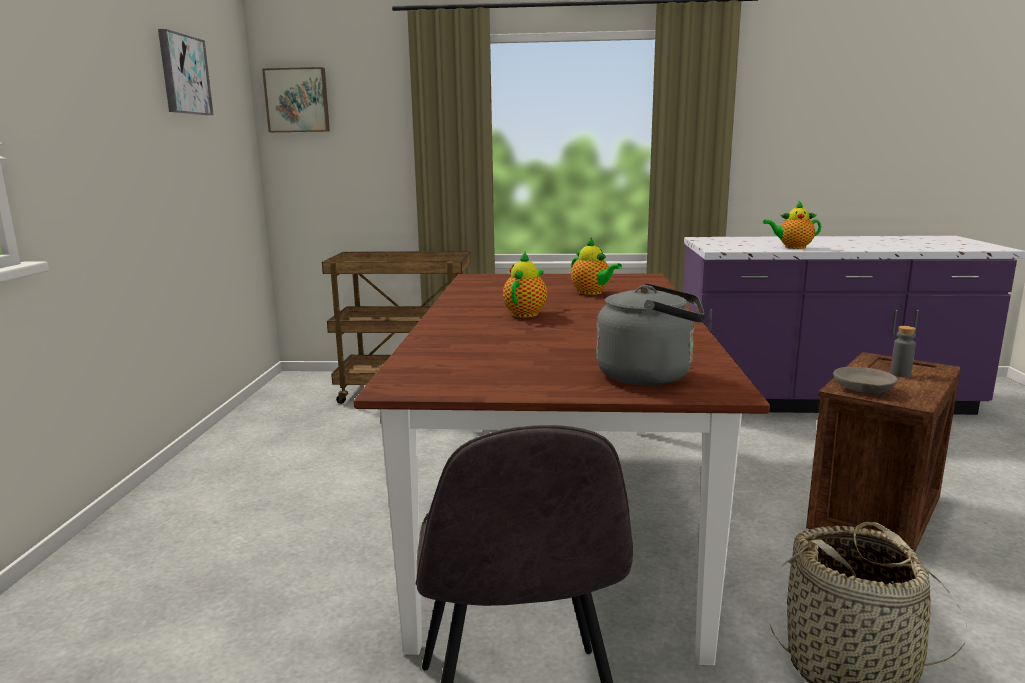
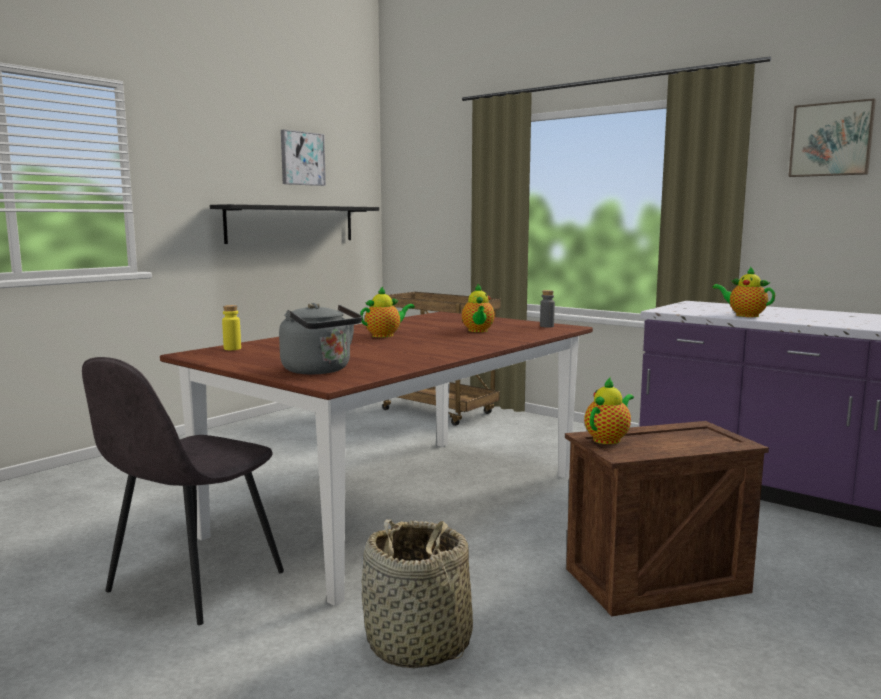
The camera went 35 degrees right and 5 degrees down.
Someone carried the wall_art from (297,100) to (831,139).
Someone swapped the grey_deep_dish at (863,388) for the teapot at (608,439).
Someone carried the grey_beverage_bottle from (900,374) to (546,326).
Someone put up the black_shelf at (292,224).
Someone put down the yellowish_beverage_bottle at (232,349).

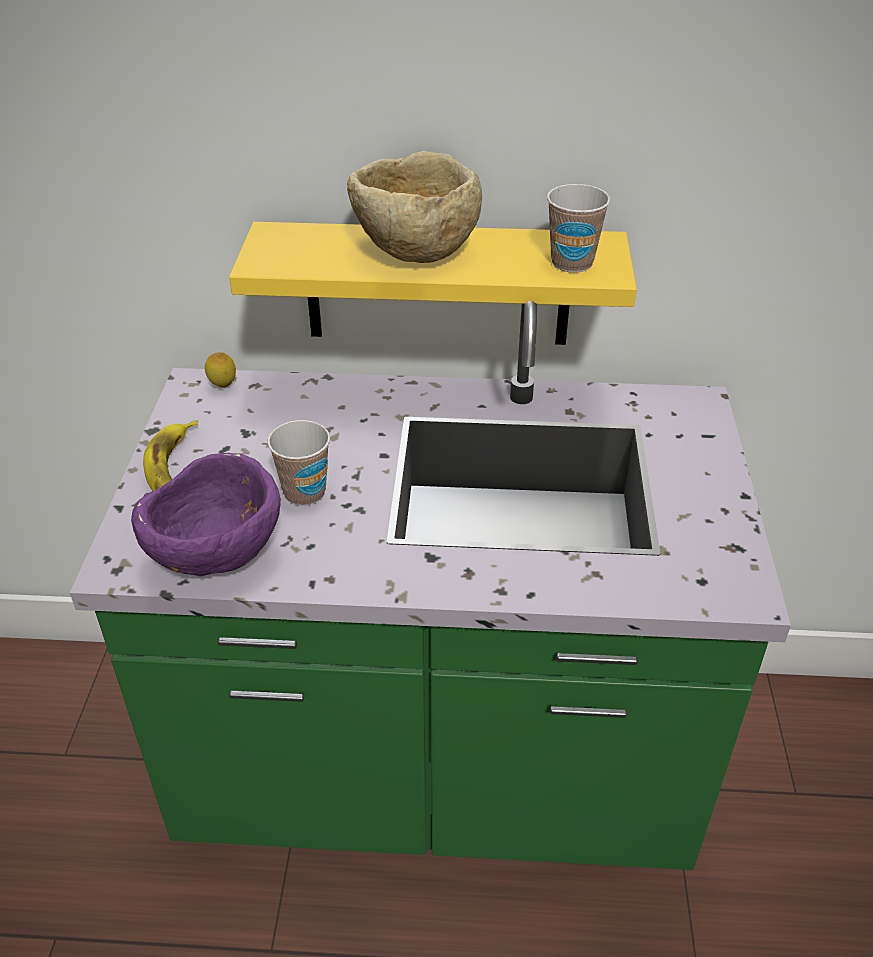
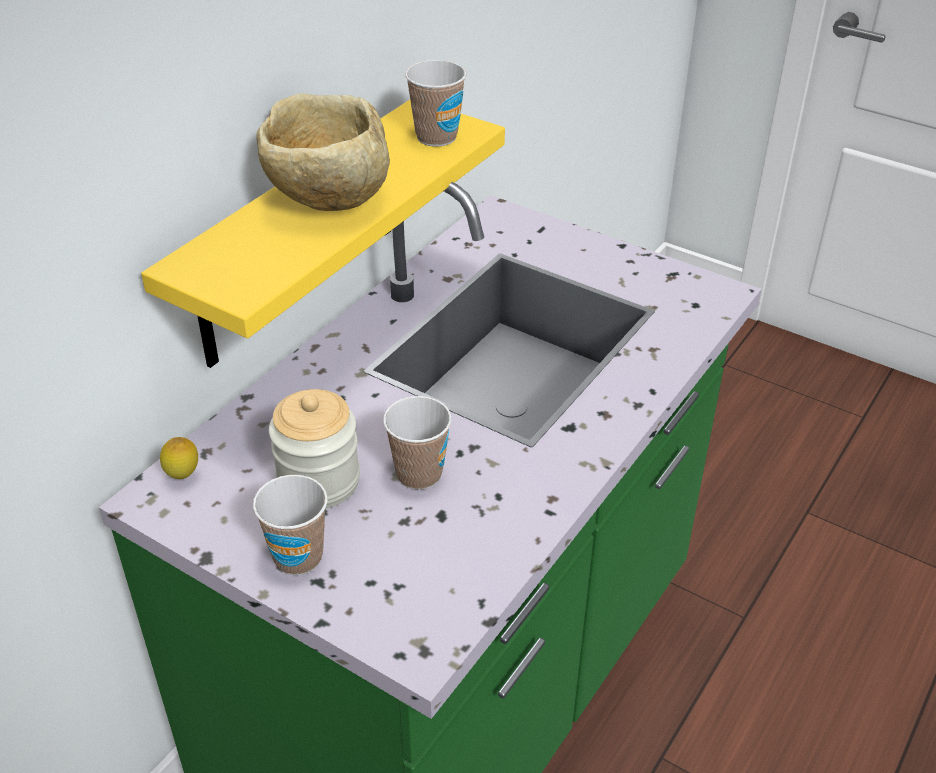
The camera went 60 degrees left and 0 degrees up.
Someone took away the purple-coloured_deep_dish at (217,560).
Someone swapped the whole_banana at (176,470) for the small_cup at (298,557).
Someone put down the jar at (319,481).

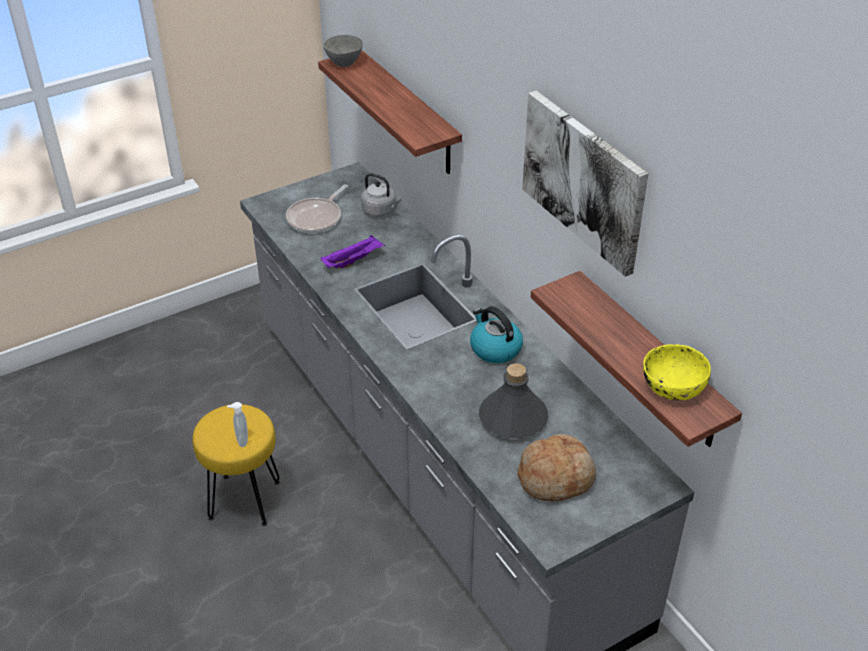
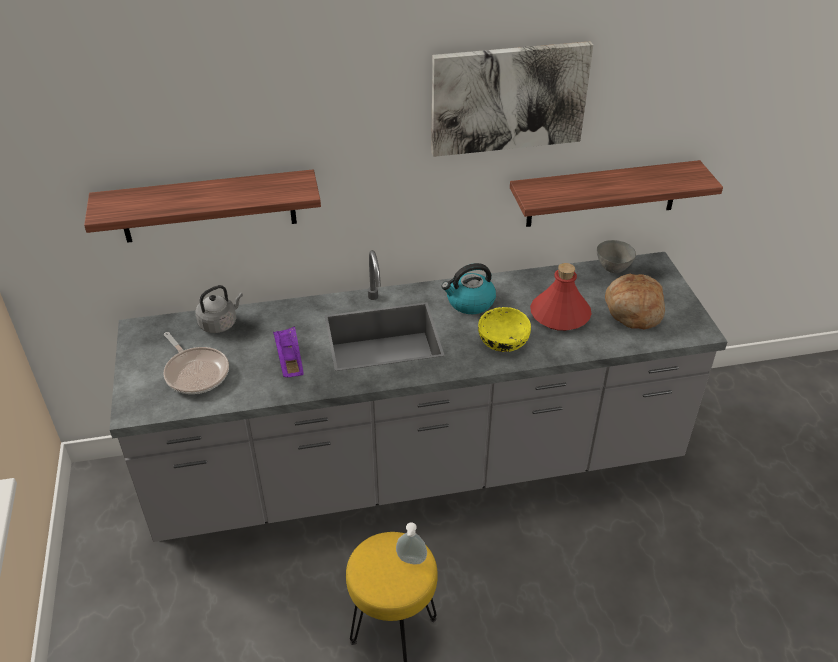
The camera went 70 degrees left and 0 degrees up.
Someone carried the grey_deep_dish from (344,64) to (613,269).
Someone repainted the grey_beverage_bottle at (512,418), which became the red_beverage_bottle at (560,315).
Someone carried the yellowish_deep_dish from (672,386) to (502,342).

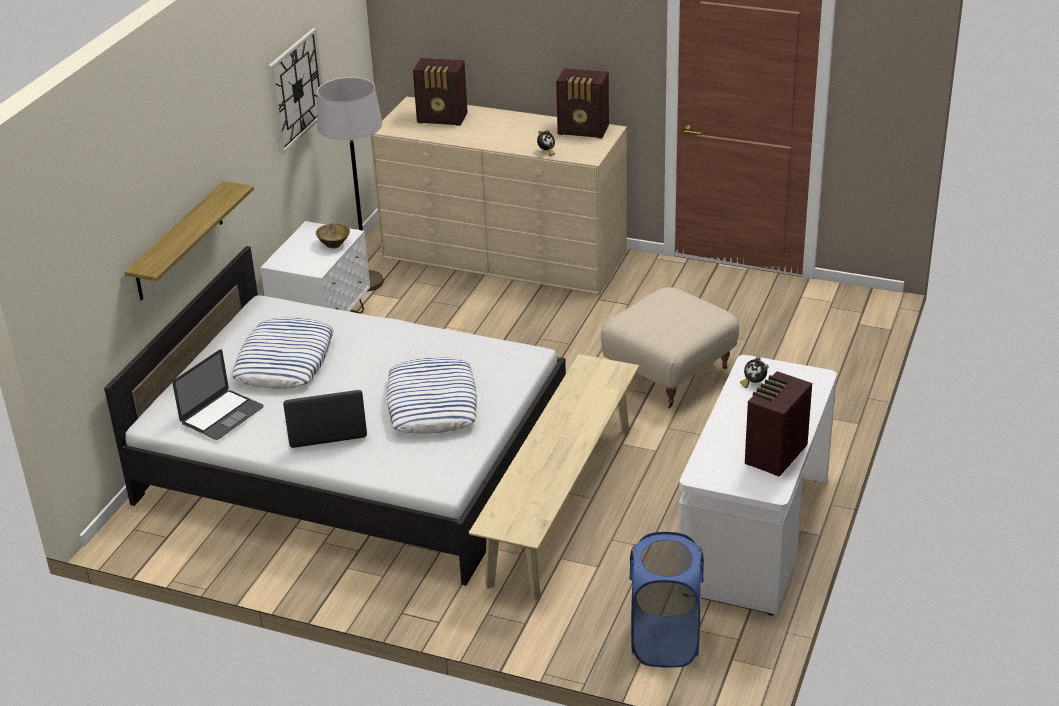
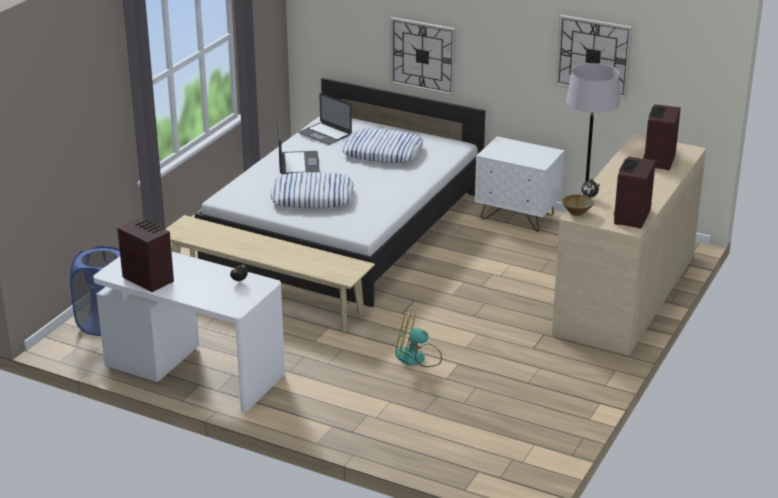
The camera went 95 degrees right and 5 degrees down.
Someone swapped the shelf at (179,242) for the wall_clock at (423,56).
Someone carried the brownish_deep_dish from (334,245) to (576,213).
Someone swapped the beige_ottoman at (670,374) for the fan at (417,358).

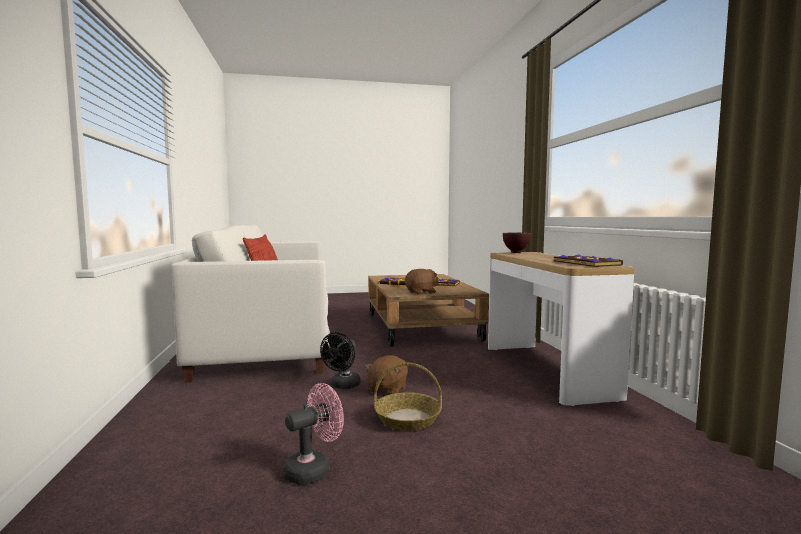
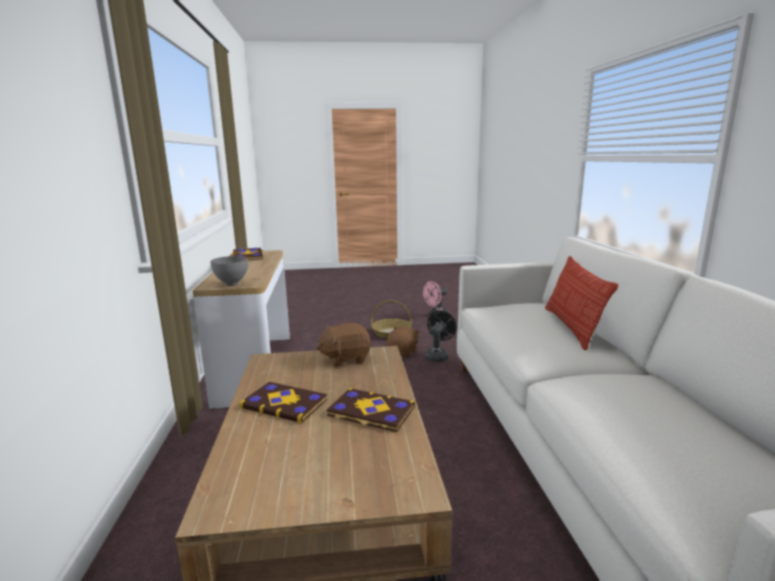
The camera went 175 degrees left and 10 degrees up.
Someone repainted the brownish_deep_dish at (516,252), which became the grey_deep_dish at (231,284).

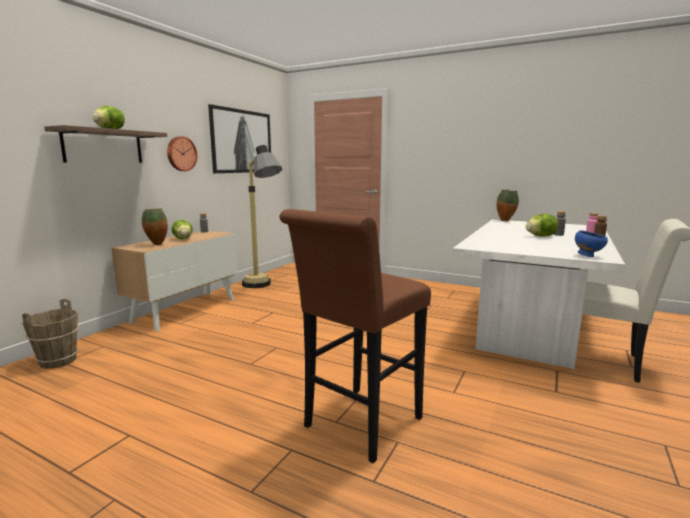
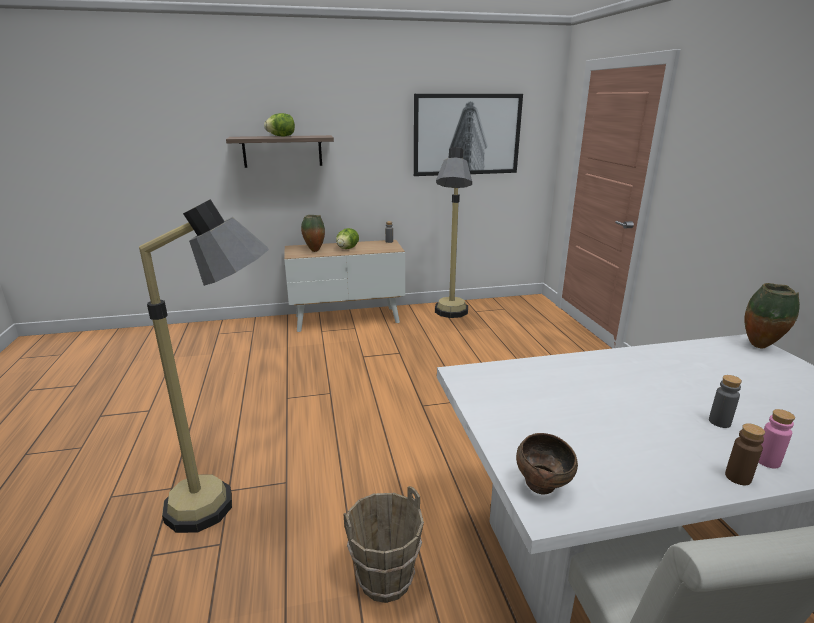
The camera went 50 degrees right and 10 degrees up.
Someone carried the brownish_bucket from (58,361) to (386,580).
Someone took away the wall_clock at (181,154).
Someone swapped the brownish_sitting_stool at (358,426) for the floor_lamp at (230,507).
Someone took away the lettuce_head at (540,236).
Someone repainted the blue-coloured_deep_dish at (588,256), which became the brownish_deep_dish at (543,487).

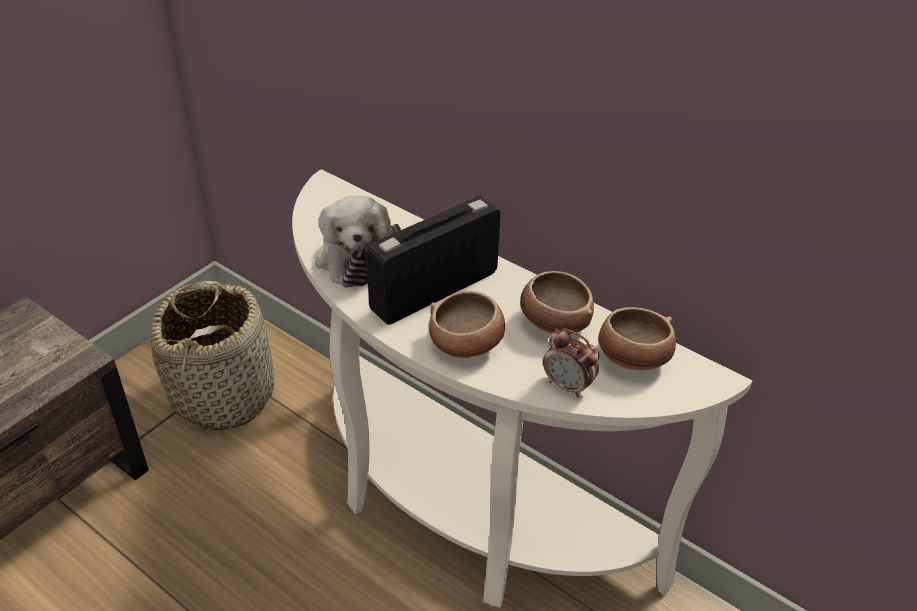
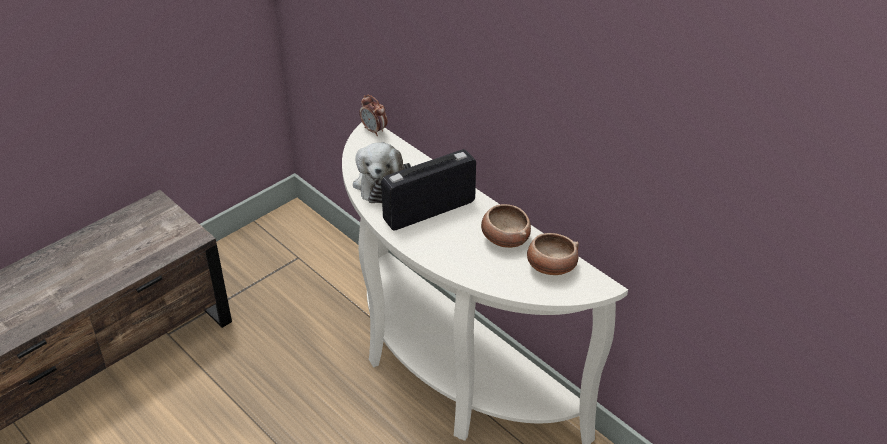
The camera went 10 degrees right and 0 degrees up.
Someone took away the household_basket at (223,393).
Someone took away the deep_dish at (467,344).
Someone carried the table_clock from (568,386) to (374,130).

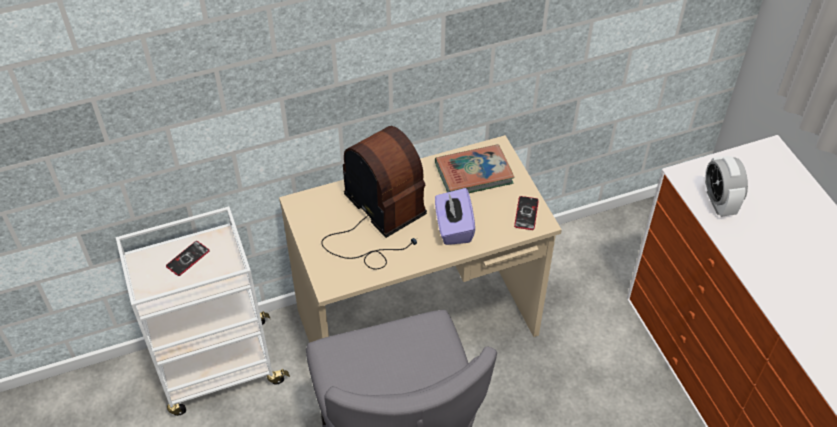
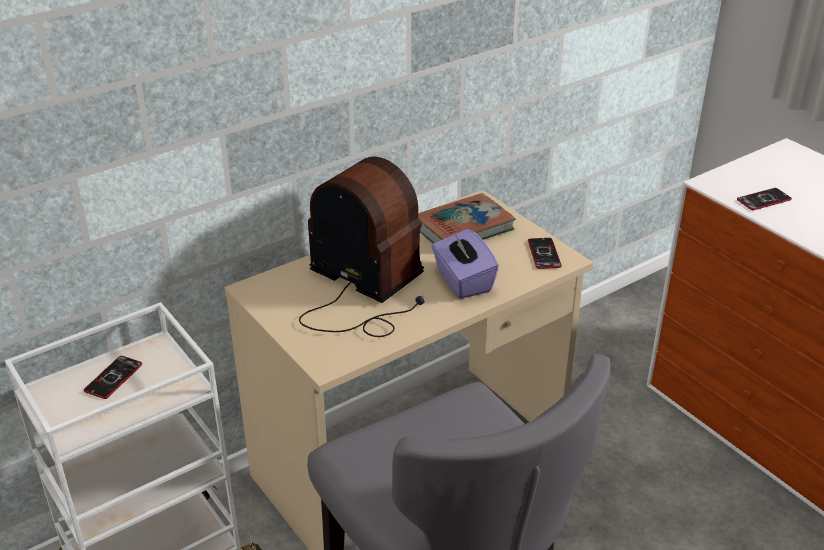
The camera went 15 degrees left and 15 degrees down.
Someone swapped the table_clock at (719,202) for the phone at (764,200).

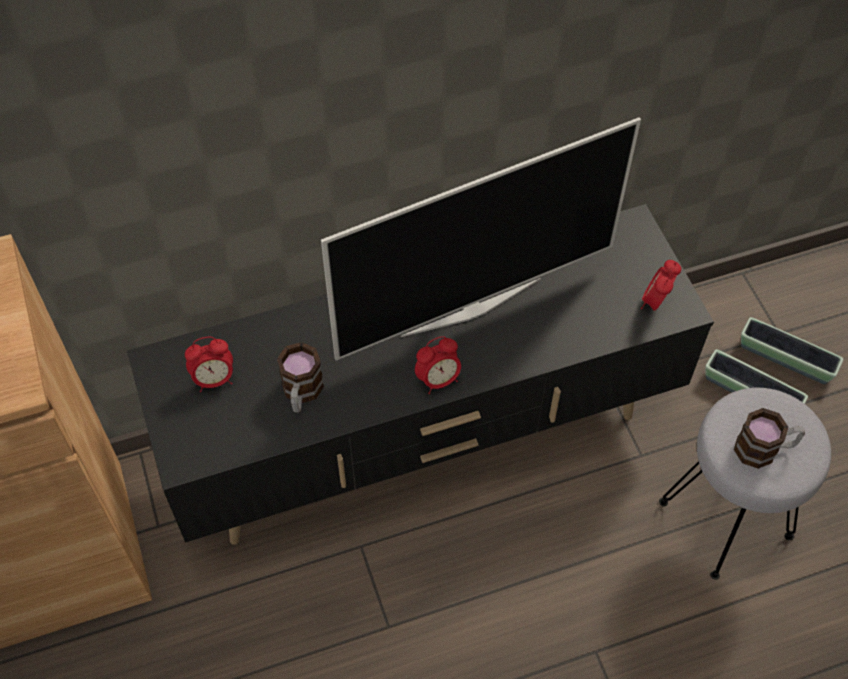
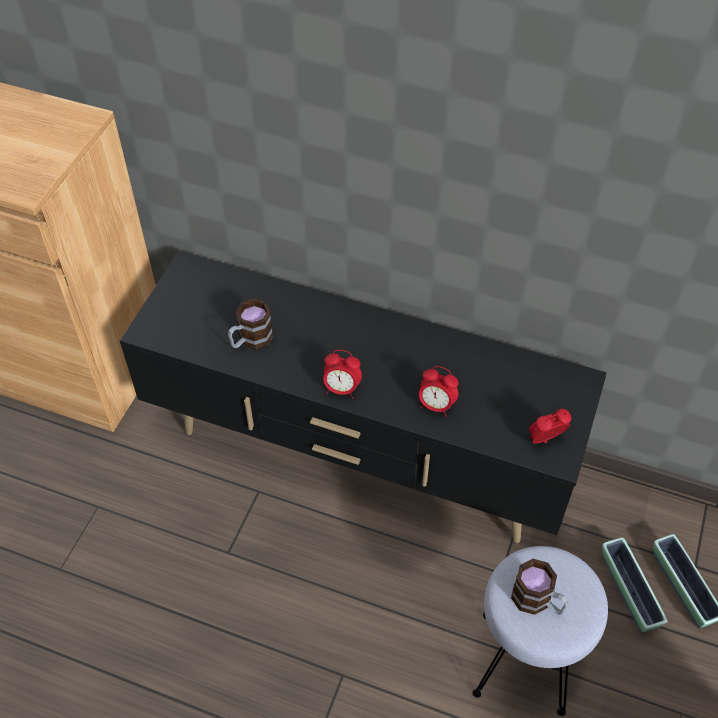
The camera went 40 degrees right and 5 degrees down.
Someone carried the table_clock from (214,379) to (436,406).
Someone took away the TV at (470,305).

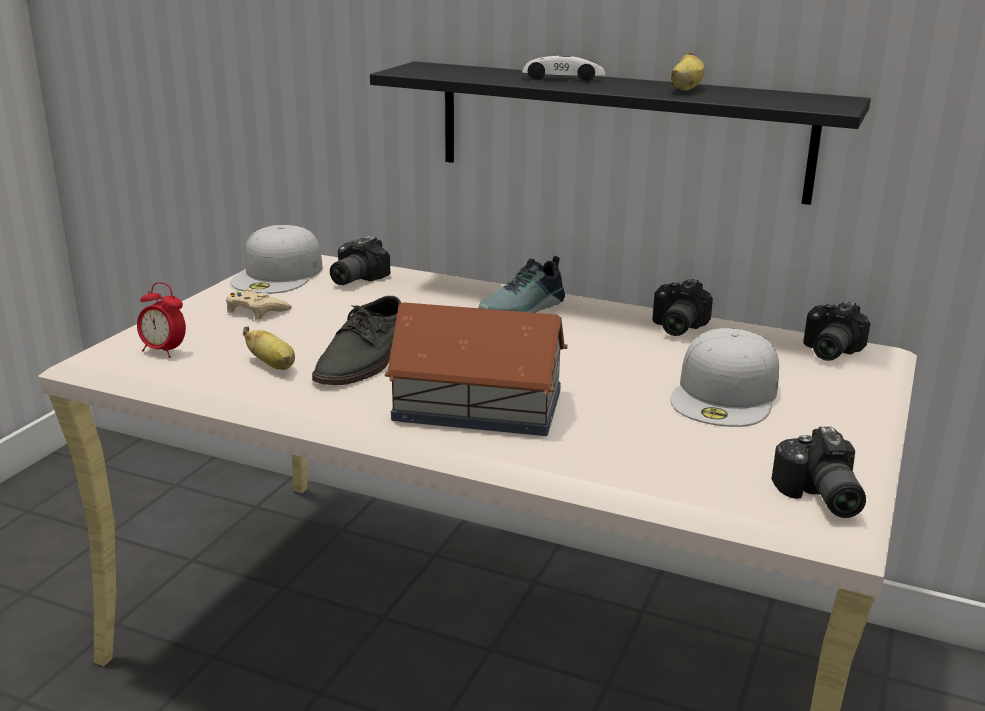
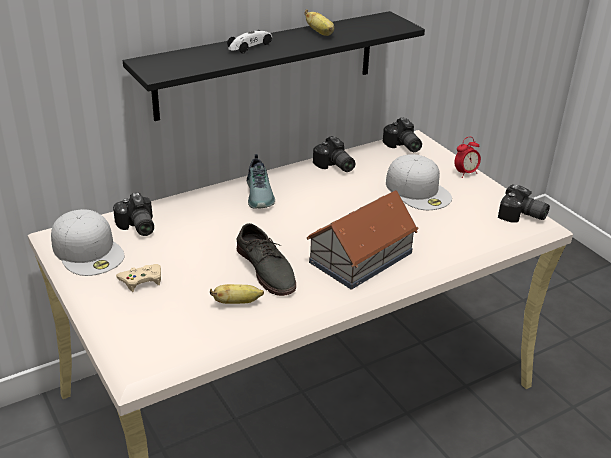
The camera went 55 degrees left and 10 degrees up.
Someone carried the table_clock from (164,351) to (465,173).

